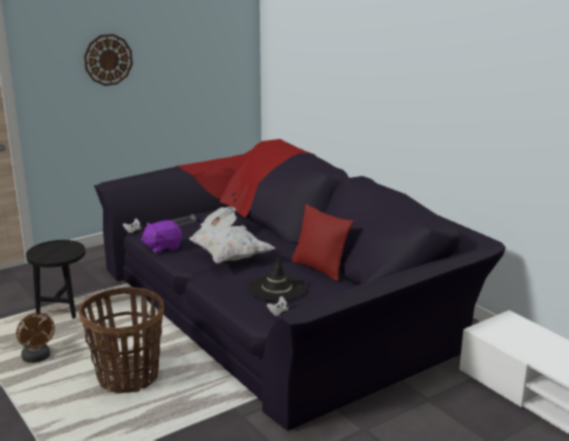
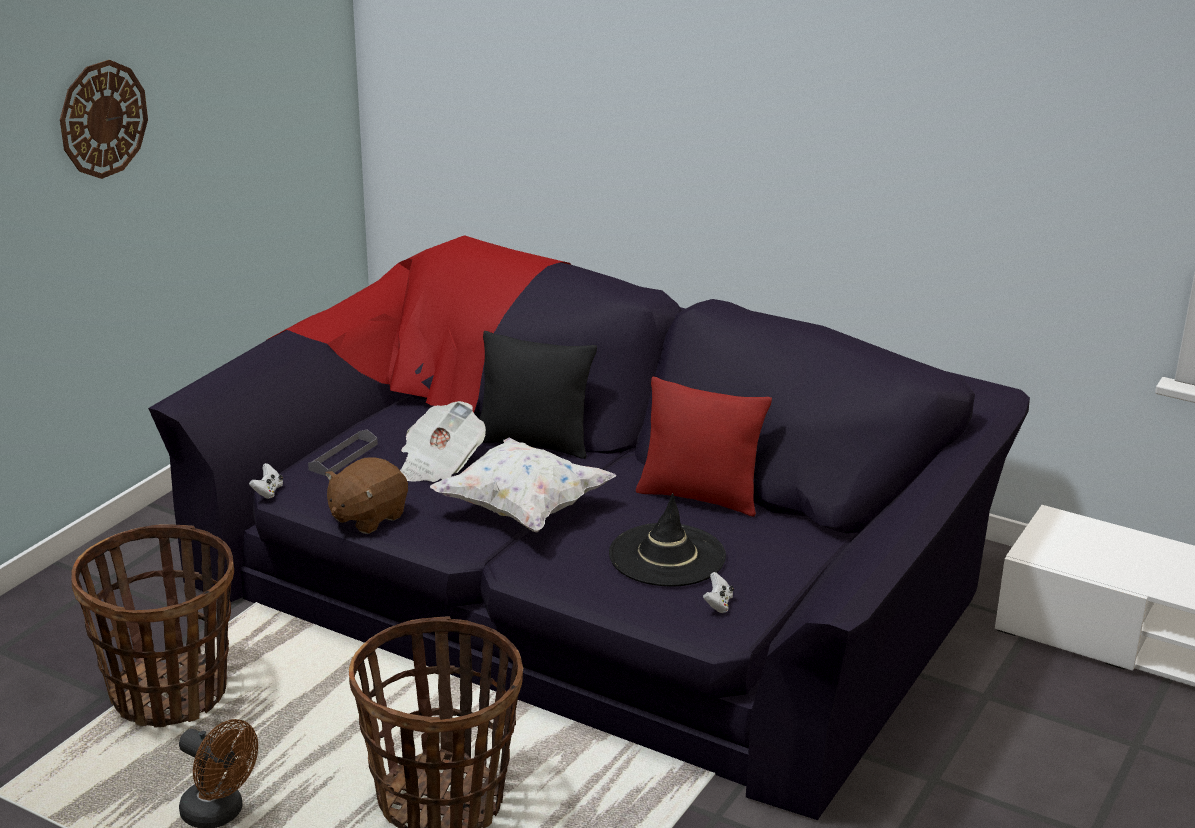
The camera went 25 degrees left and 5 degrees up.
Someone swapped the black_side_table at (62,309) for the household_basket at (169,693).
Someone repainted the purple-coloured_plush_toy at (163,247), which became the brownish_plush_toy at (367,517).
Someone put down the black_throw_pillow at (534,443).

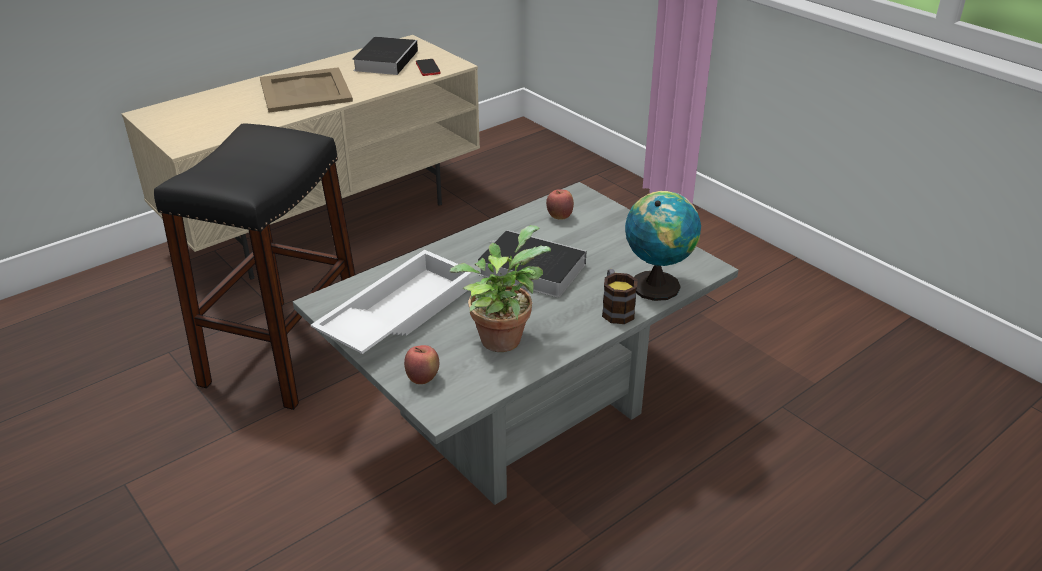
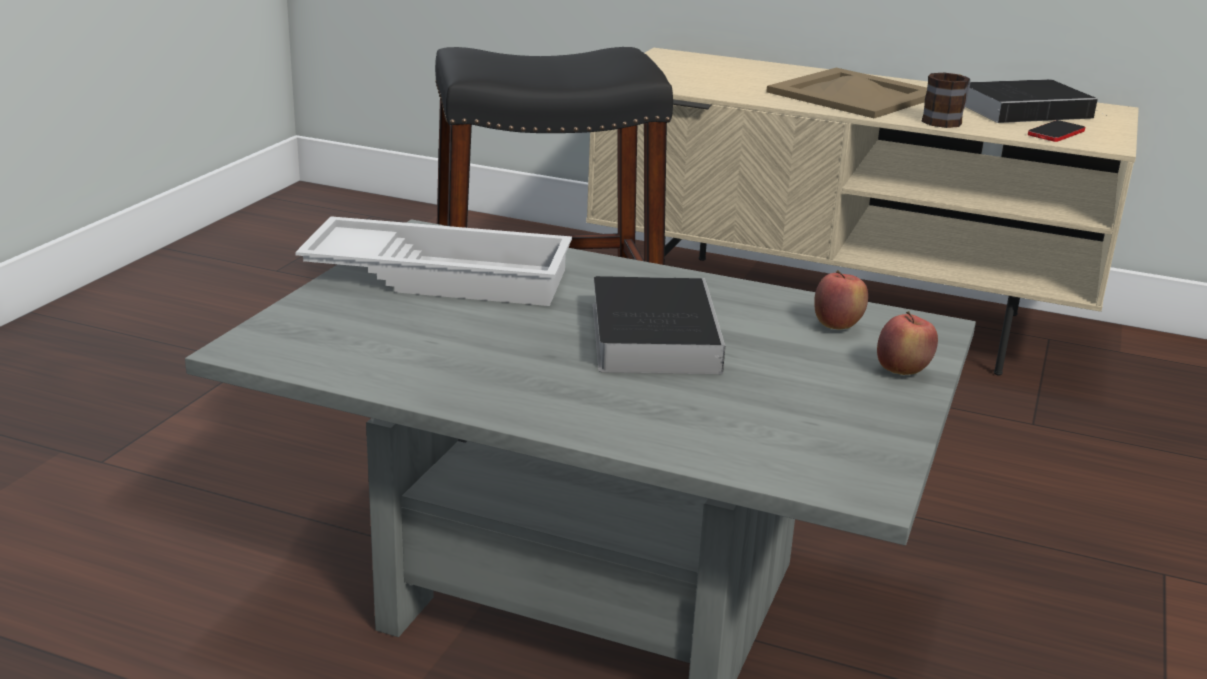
The camera went 60 degrees right and 10 degrees down.
Someone carried the apple_fruit from (423,378) to (902,372).
Someone took away the potted_plant at (502,336).
Someone carried the tea_mug from (615,309) to (946,120).
Someone took away the globe at (657,284).

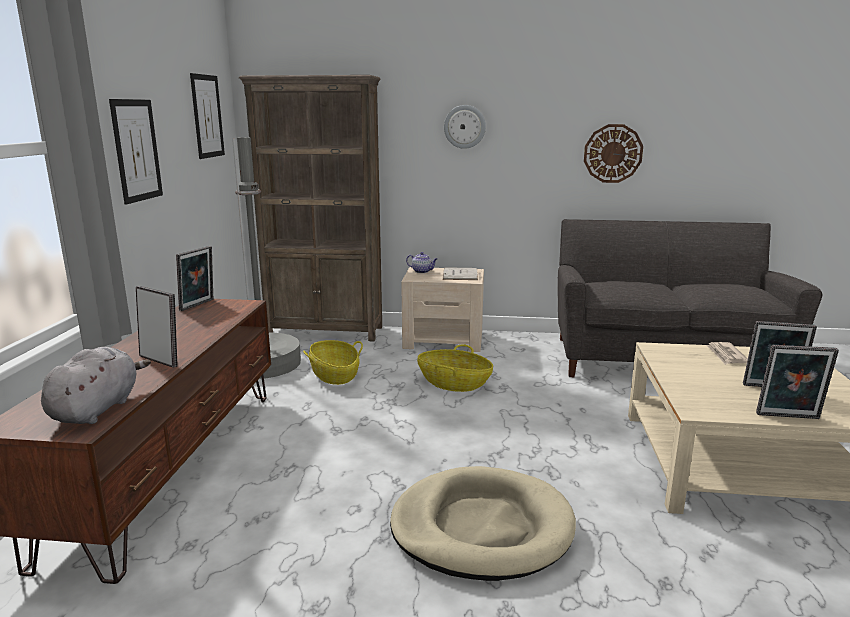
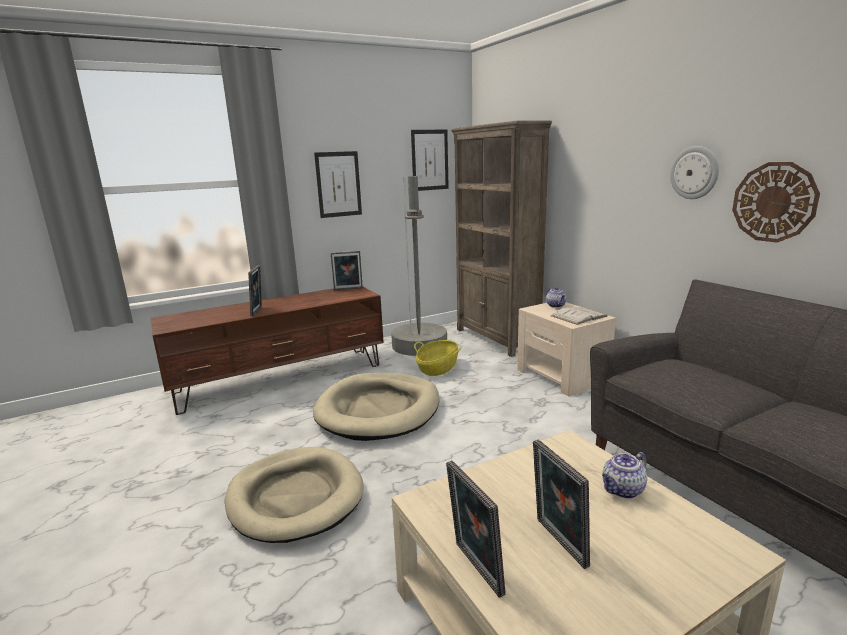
The camera went 55 degrees right and 0 degrees up.
Someone took away the grey_plush_toy at (97,409).
Someone took away the household_basket at (454,383).
Someone carried the wall_clock from (464,126) to (694,173).
Someone swapped the daily_paper at (726,355) for the teapot at (622,490).
Someone put down the beige_dog_bed at (379,410).

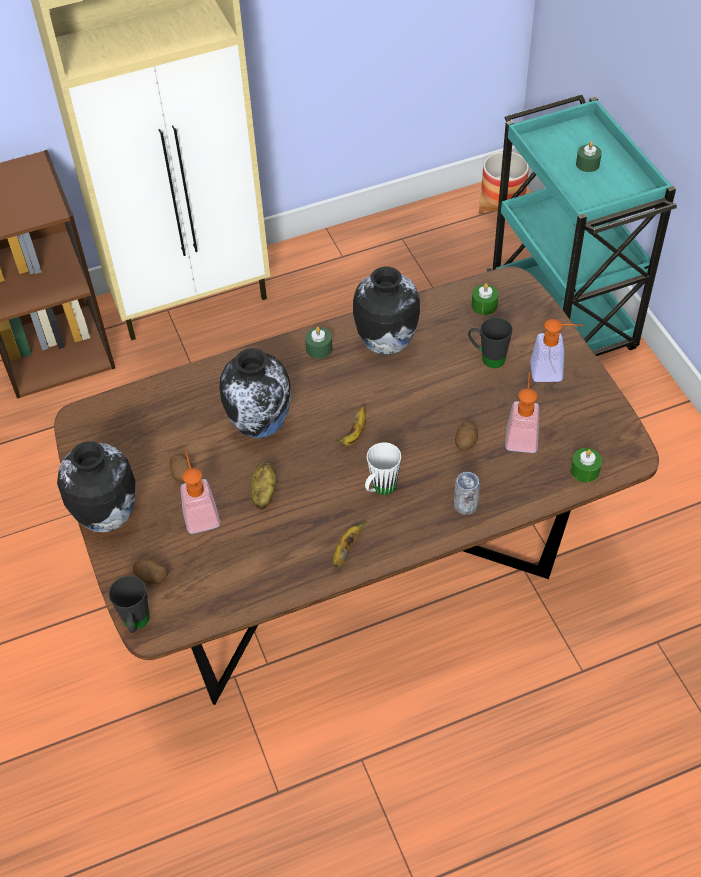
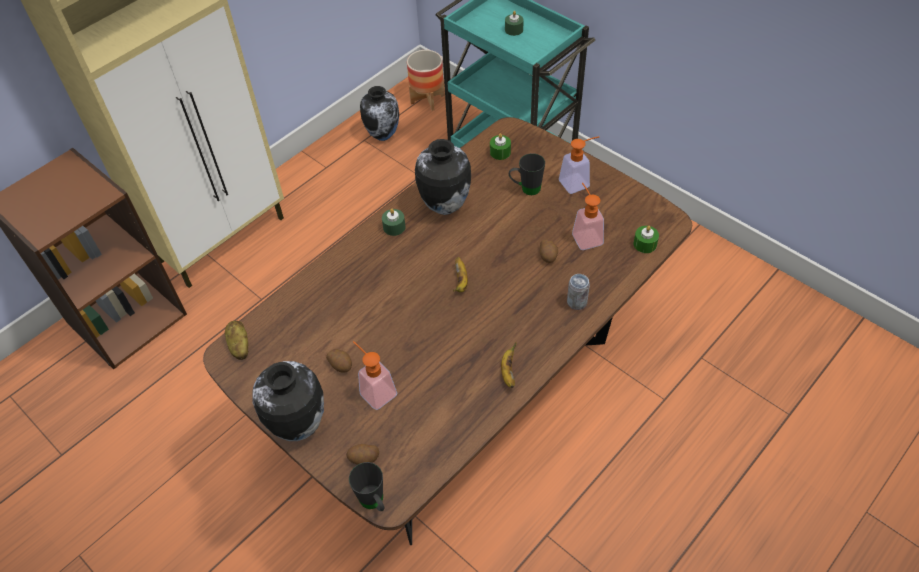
The camera went 25 degrees left and 0 degrees up.
Someone carried the vase from (261,427) to (383,135).
Someone carried the whole_potato from (264,493) to (239,346).
Someone took away the white_tea_mug at (380,489).

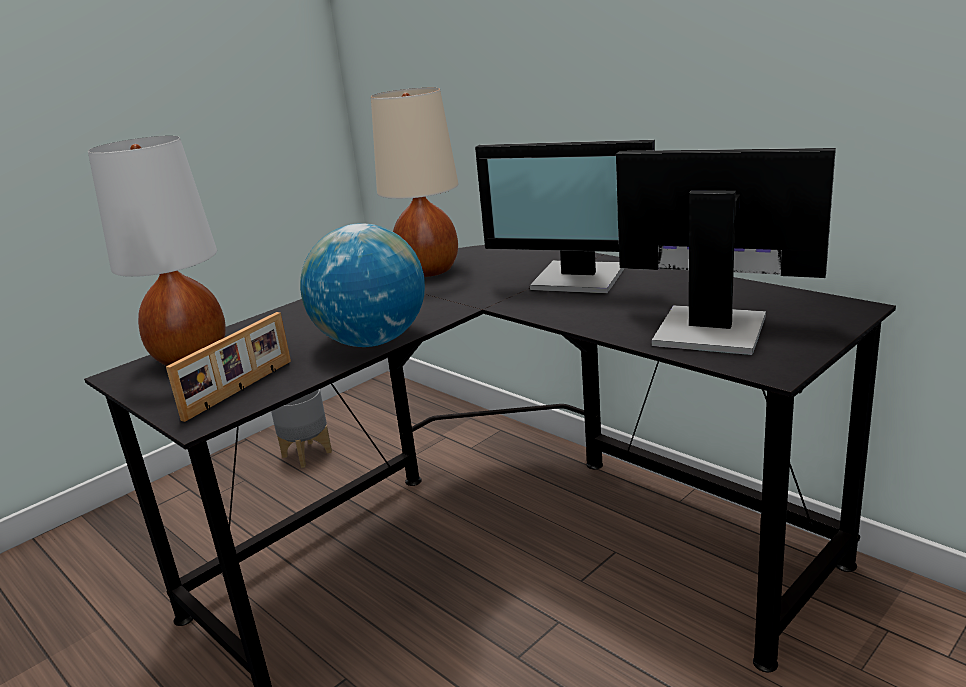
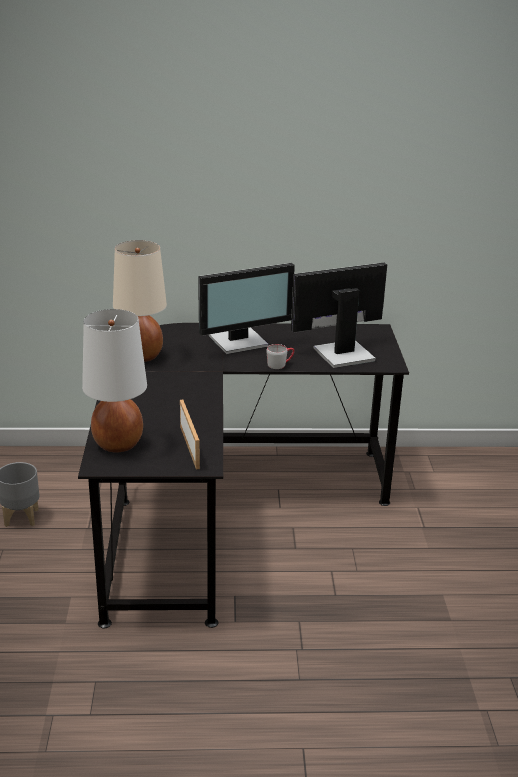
The camera went 50 degrees left and 5 degrees up.
Someone took away the globe at (372,341).
Someone put down the grey_tea_mug at (280,364).

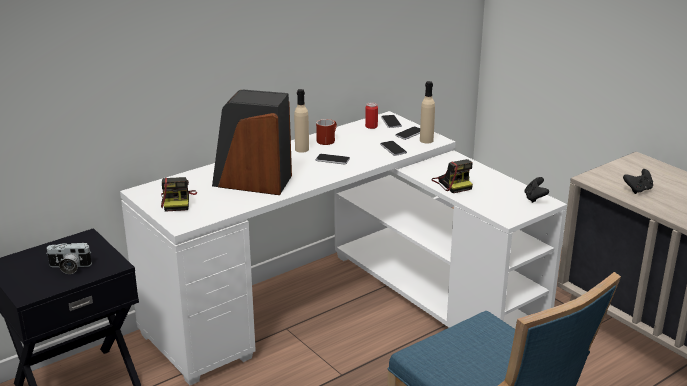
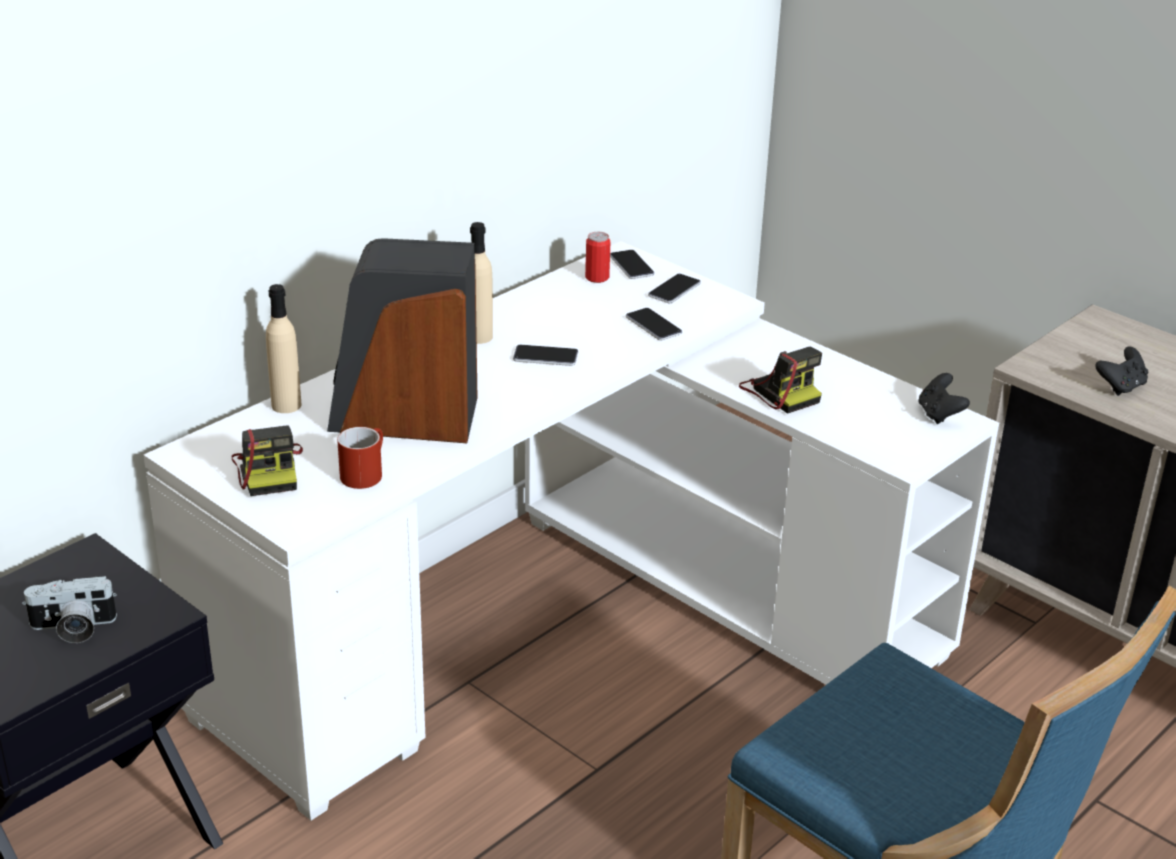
The camera went 10 degrees left and 5 degrees up.
Someone carried the red_tea_mug from (327,140) to (364,472).
Someone carried the beige_beverage_bottle from (426,140) to (286,405).

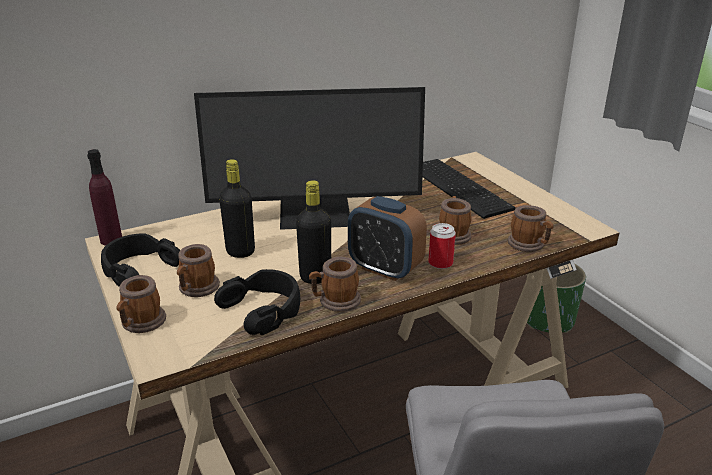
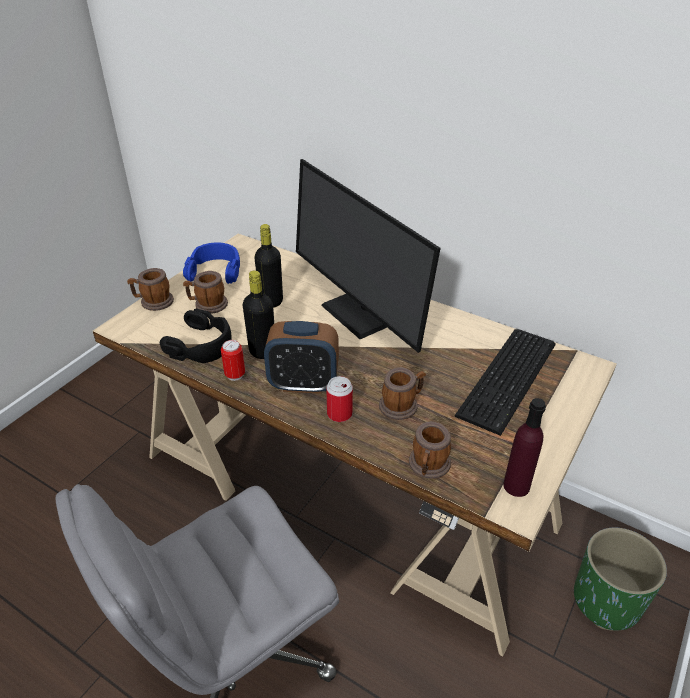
The camera went 60 degrees right and 10 degrees up.
Someone carried the purple-coloured_beverage_bottle from (111,240) to (516,486).
Someone repainted the black_headset at (139,269), which became the blue-coloured_headset at (215,271).
Someone swapped the tea_mug at (335,301) for the can at (235,375).
Someone rotated the table_clock at (385,269) by 90 degrees counterclockwise.

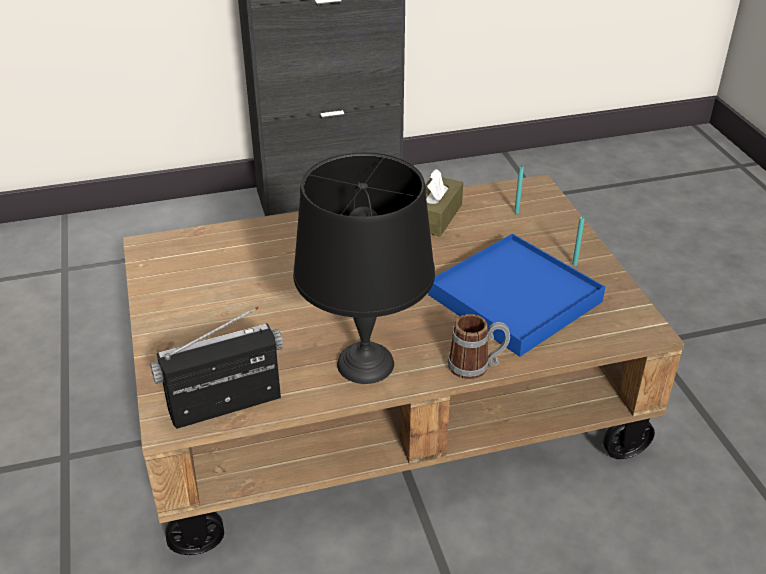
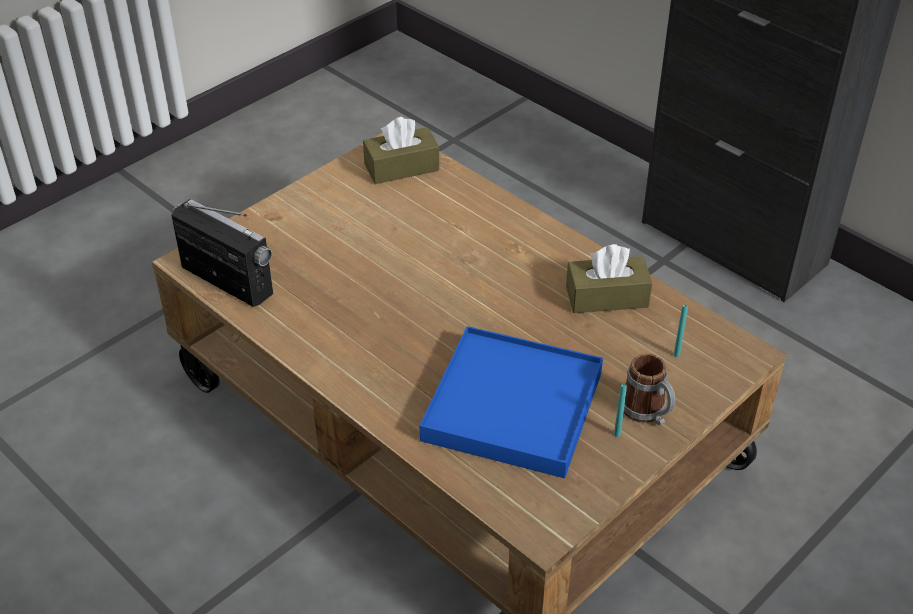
The camera went 60 degrees right and 5 degrees up.
Someone took away the black_lamp_for_a_table at (367,364).
Someone carried the tea_mug from (476,366) to (648,413).
Someone put down the brownish_tissue_holder at (401,167).

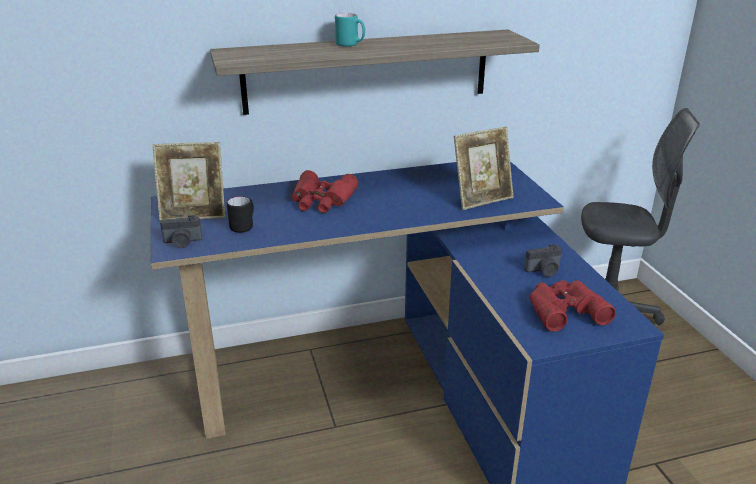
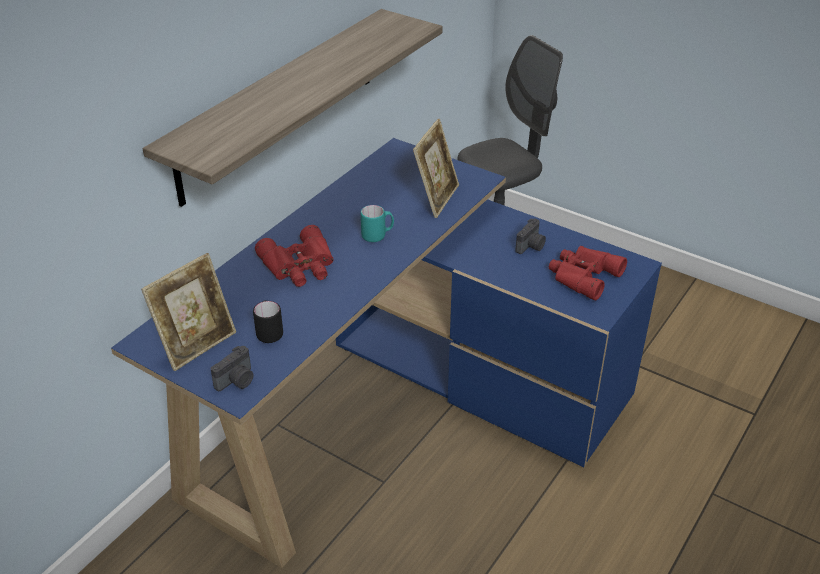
The camera went 40 degrees left and 10 degrees up.
Someone carried the turquoise_tea_mug from (350,45) to (377,235).

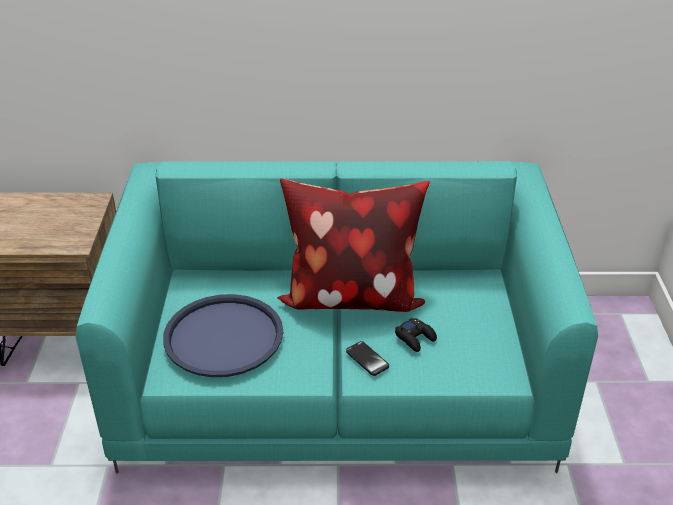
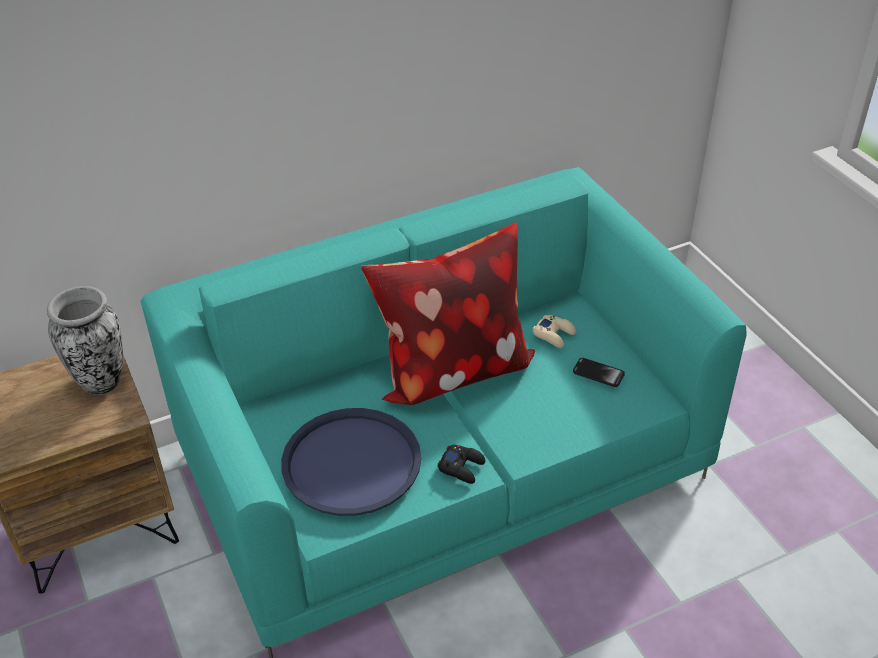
The camera went 25 degrees left and 5 degrees up.
Someone carried the phone from (367,359) to (598,373).
Someone carried the black_gamepad from (415,338) to (462,467).
Someone put down the vase at (101,381).
Someone put down the beige_gamepad at (554,334).

